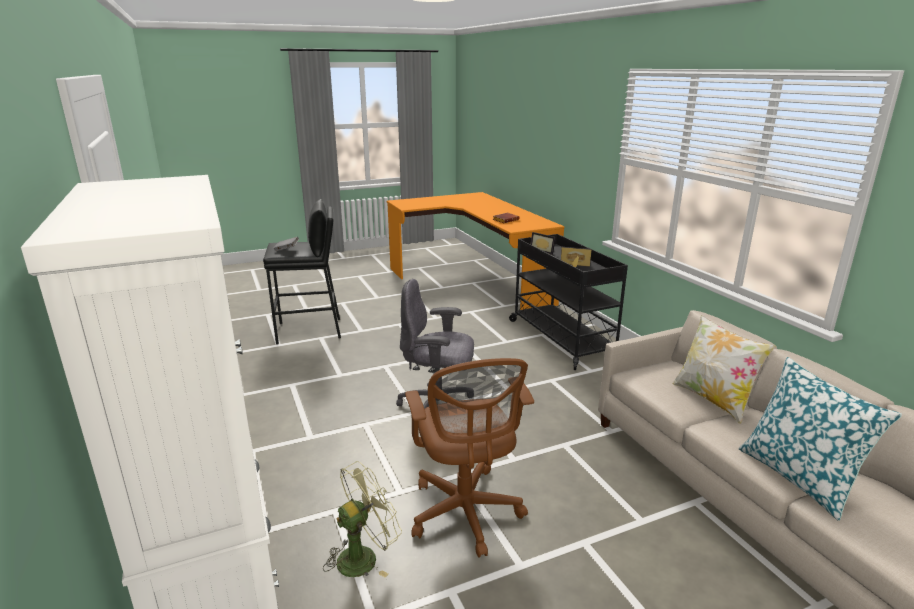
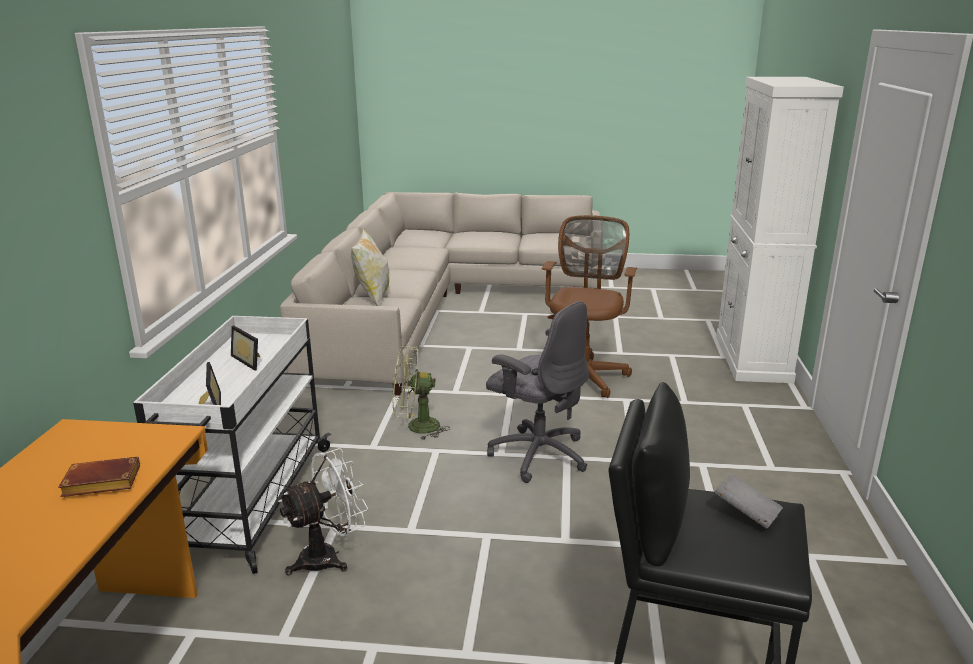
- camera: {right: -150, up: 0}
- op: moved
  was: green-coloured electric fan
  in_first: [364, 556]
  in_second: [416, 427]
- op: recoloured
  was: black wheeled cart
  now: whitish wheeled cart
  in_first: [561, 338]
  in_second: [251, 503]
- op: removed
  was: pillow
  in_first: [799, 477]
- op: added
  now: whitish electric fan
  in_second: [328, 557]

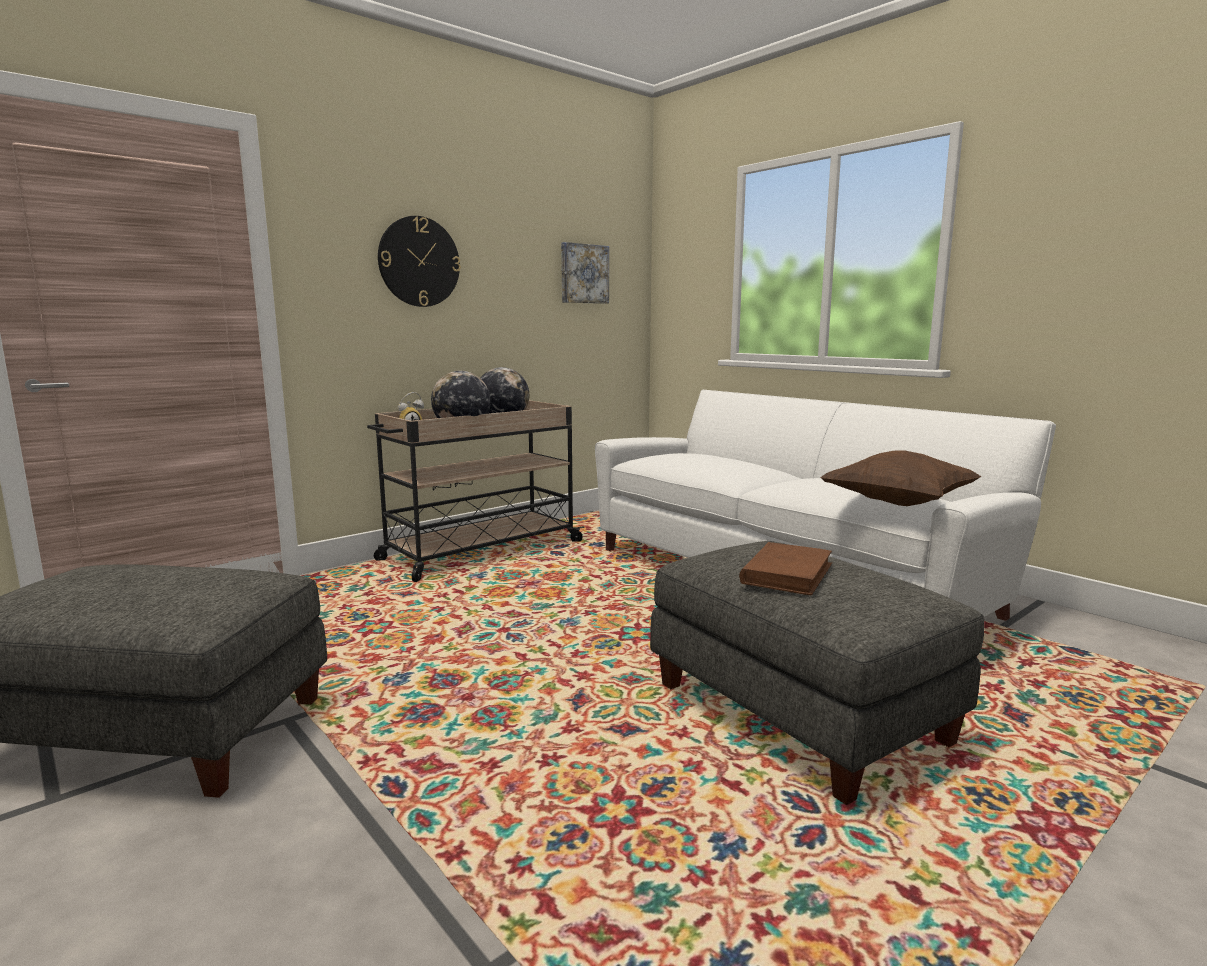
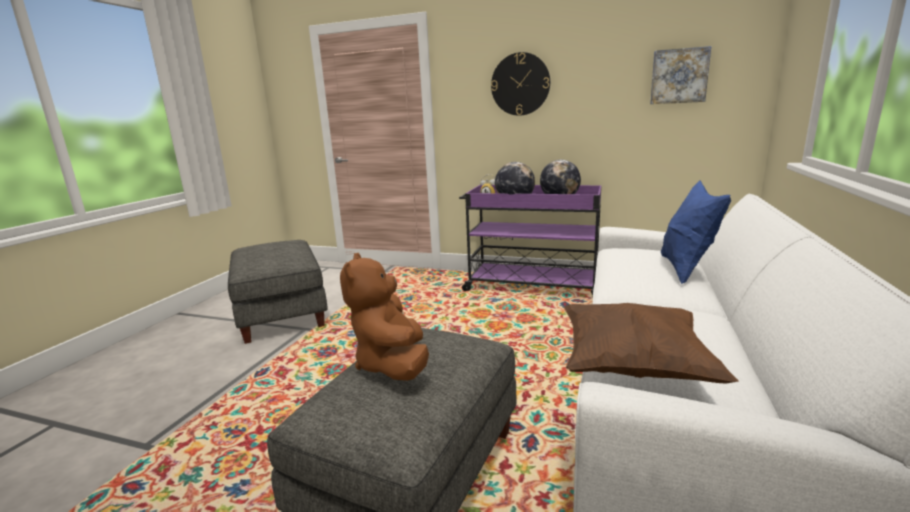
- camera: {right: 60, up: 5}
- op: recoloured
  was: beige-coloured wheeled cart
  now: purplish wheeled cart
  in_first: [480, 551]
  in_second: [531, 286]
- op: replaced
  was: brown-coloured volume
  now: brown-coloured soft toy
  in_first: [787, 573]
  in_second: [392, 364]
- op: added
  now: blue-coloured pillow
  in_second: [686, 269]

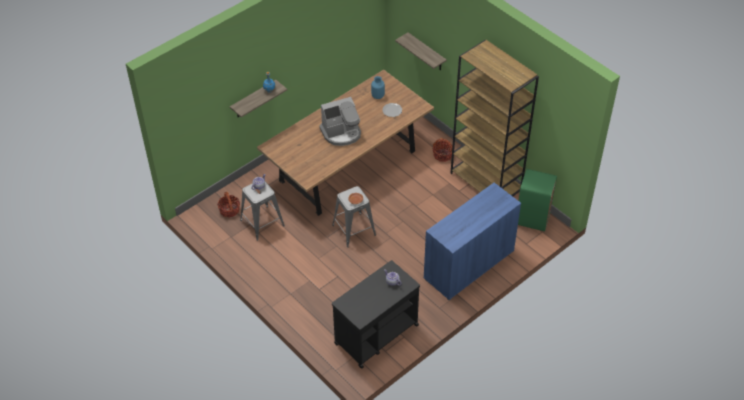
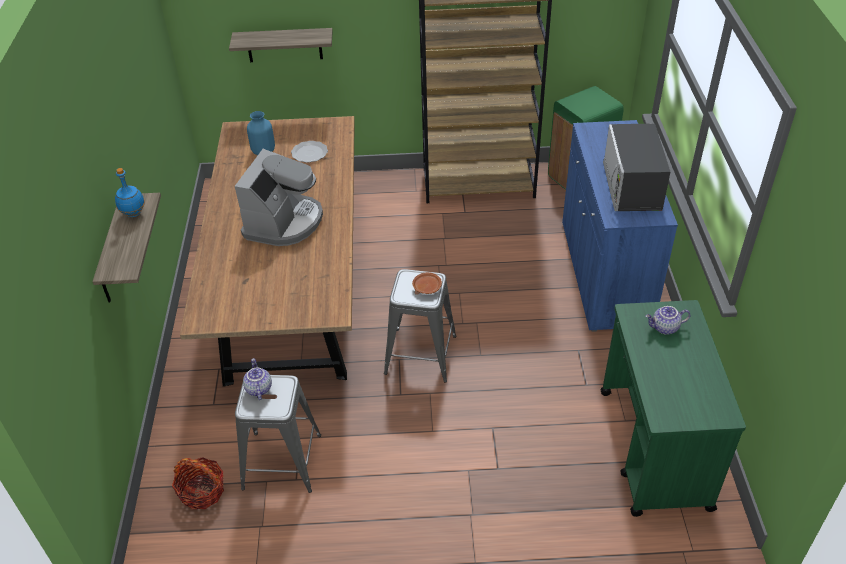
- camera: {right: -50, up: -5}
- op: recoloured
  was: black wheeled cart
  now: green-coloured wheeled cart
  in_first: [376, 334]
  in_second: [654, 449]
- op: removed
  was: storage basket
  in_first: [442, 155]
- op: added
  now: microwave oven
  in_second: [631, 187]

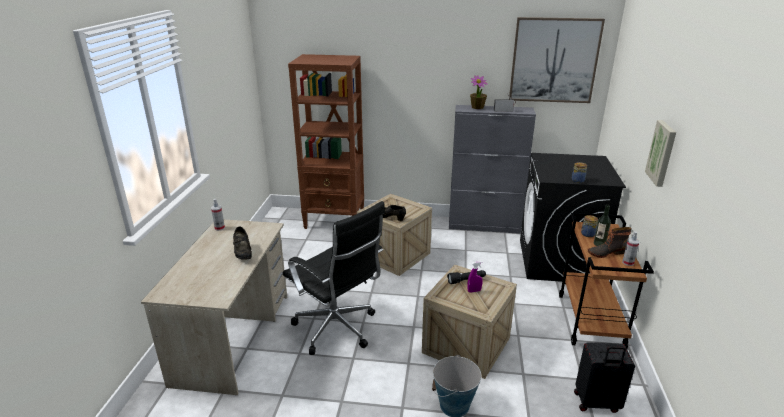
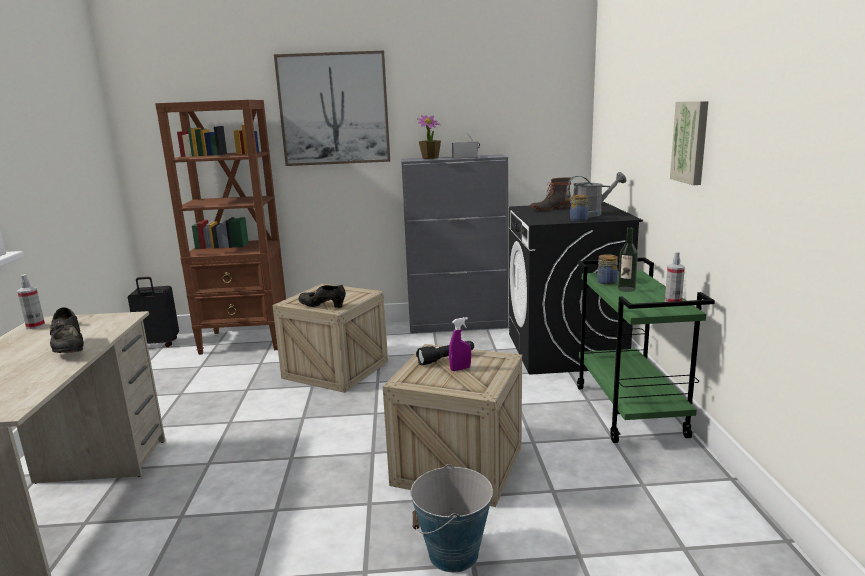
- camera: {right: -10, up: -10}
- op: removed
  was: black computer chair
  in_first: [338, 330]
- op: moved
  was: wall picture
  in_first: [554, 60]
  in_second: [334, 109]
- op: recoloured
  was: brown-coloured wheeled cart
  now: green-coloured wheeled cart
  in_first: [591, 321]
  in_second: [630, 411]
- op: moved
  was: black piece of luggage
  in_first: [596, 403]
  in_second: [158, 344]
- op: moved
  was: tall boot
  in_first: [606, 252]
  in_second: [549, 208]
- op: added
  now: gray sprinkling can
  in_second: [591, 214]

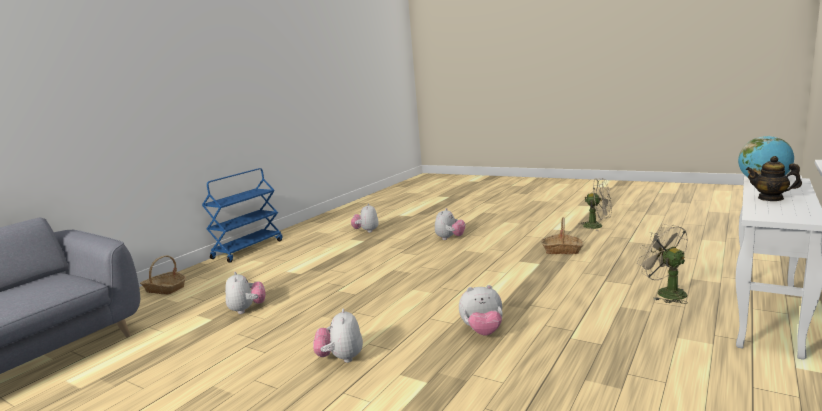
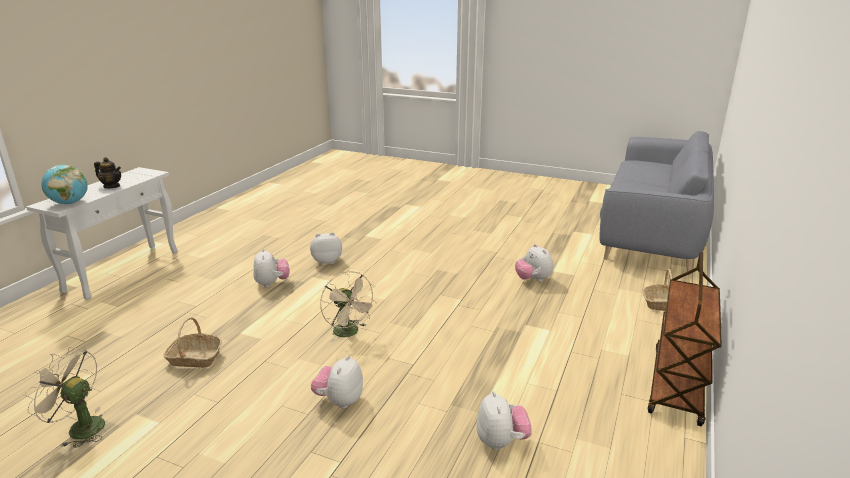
- camera: {right: 170, up: 10}
- op: recoloured
  was: blue-coloured wheeled cart
  now: brown-coloured wheeled cart
  in_first: [248, 249]
  in_second: [677, 386]
- op: moved
  was: soft toy
  in_first: [341, 358]
  in_second: [272, 283]
- op: moved
  was: beige-coloured electric fan
  in_first: [665, 292]
  in_second: [350, 333]

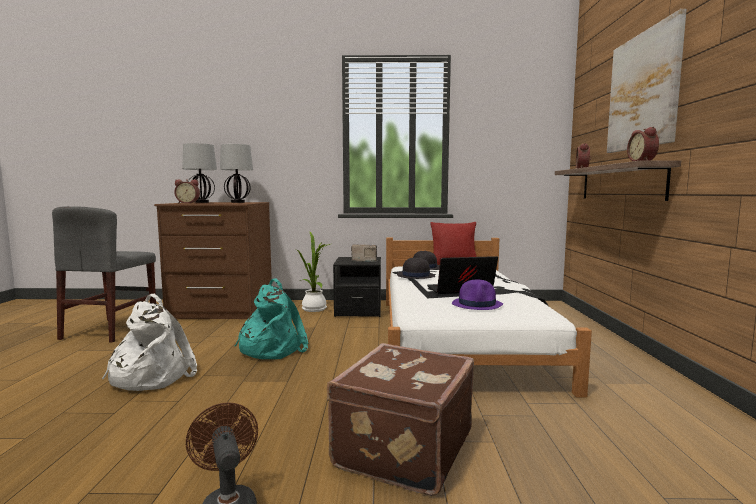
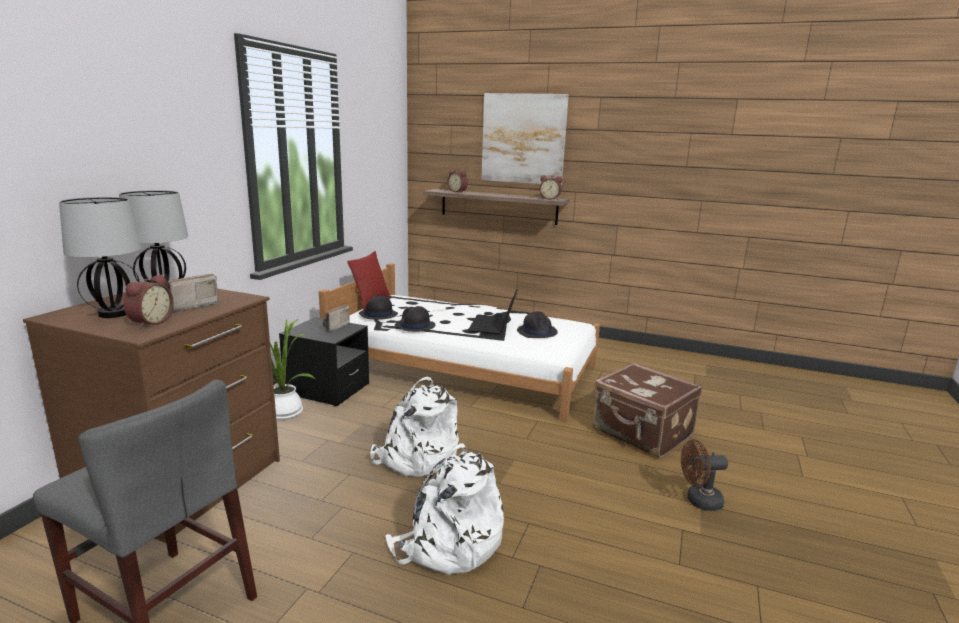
- camera: {right: -70, up: 10}
- op: recoloured
  was: blue-green backpack
  now: whitish backpack
  in_first: [271, 349]
  in_second: [416, 458]
- op: recoloured
  was: purplish clothing hat
  now: black clothing hat
  in_first: [477, 304]
  in_second: [537, 332]
- op: added
  now: radio receiver
  in_second: [190, 306]

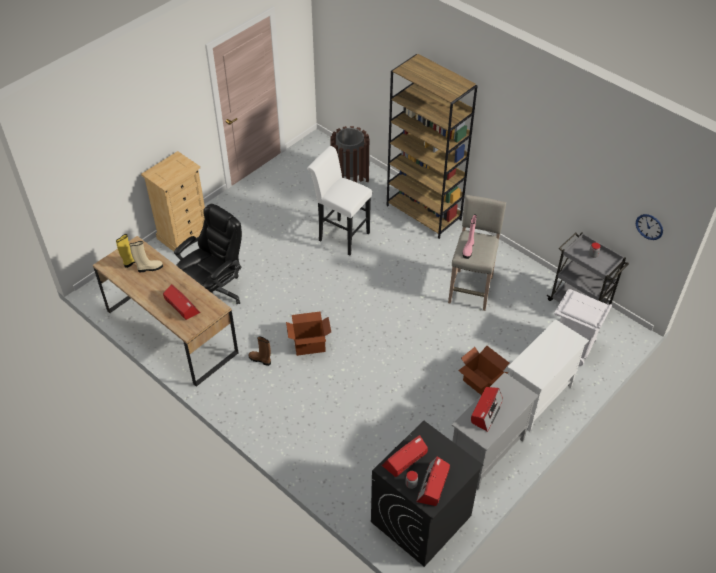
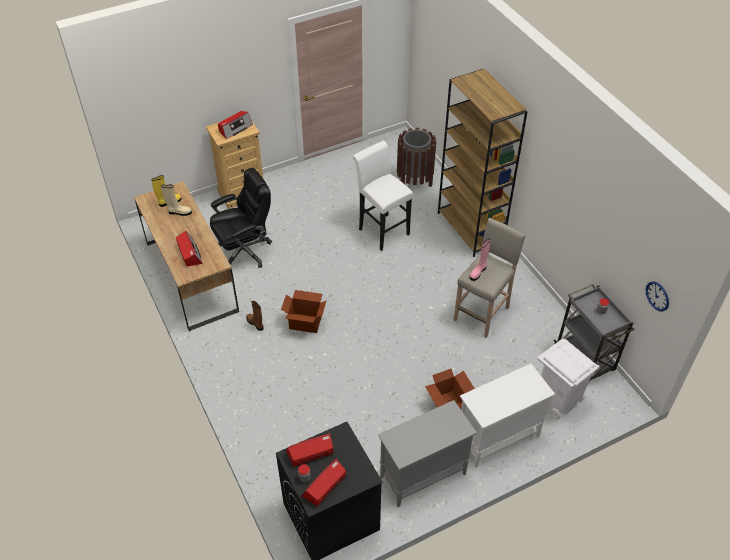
- camera: {right: 20, up: 0}
- op: moved
  was: radio receiver
  in_first: [486, 411]
  in_second: [235, 128]

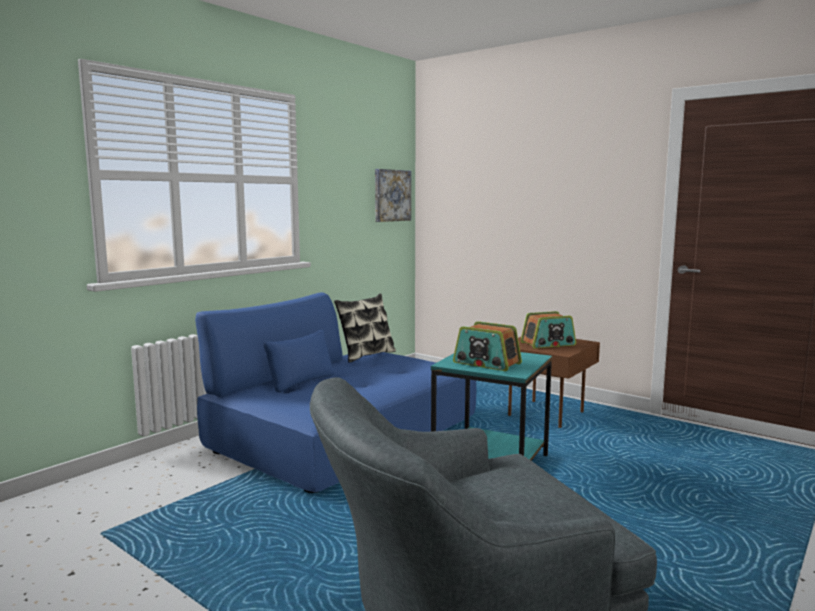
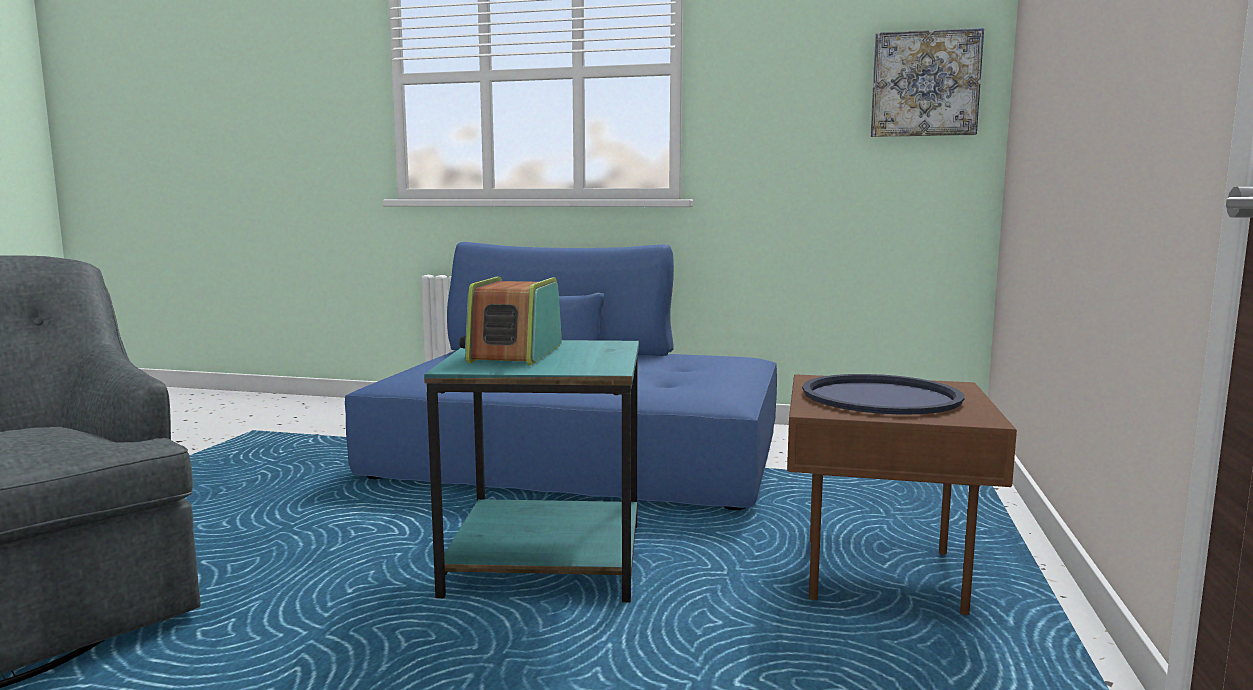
- camera: {right: 65, up: 0}
- op: removed
  was: pillow
  in_first: [366, 355]
- op: replaced
  was: radio receiver
  now: blue-coloured carrying tray
  in_first: [548, 344]
  in_second: [880, 397]

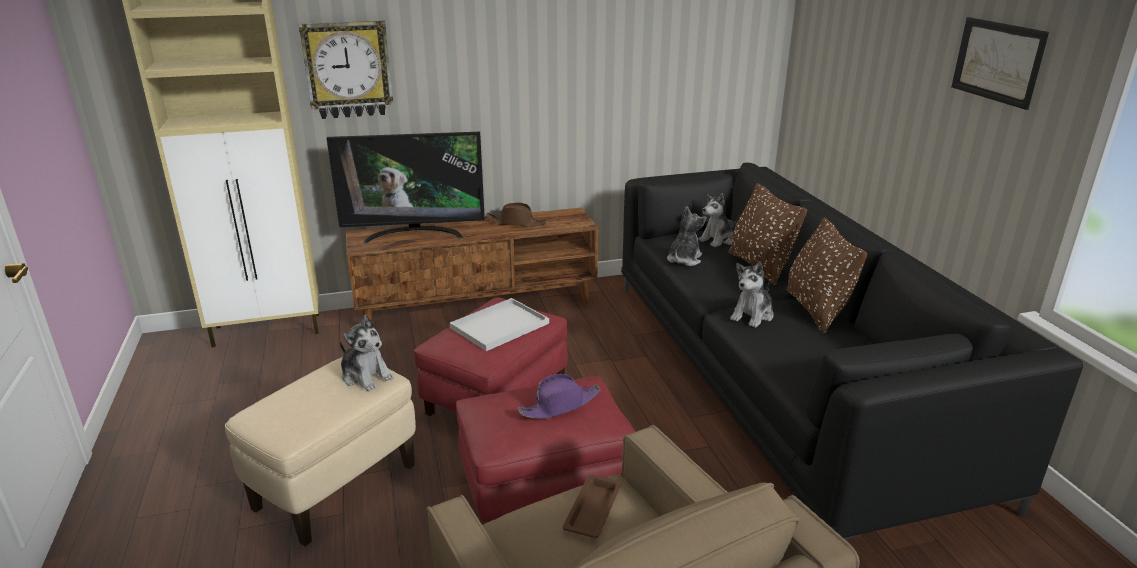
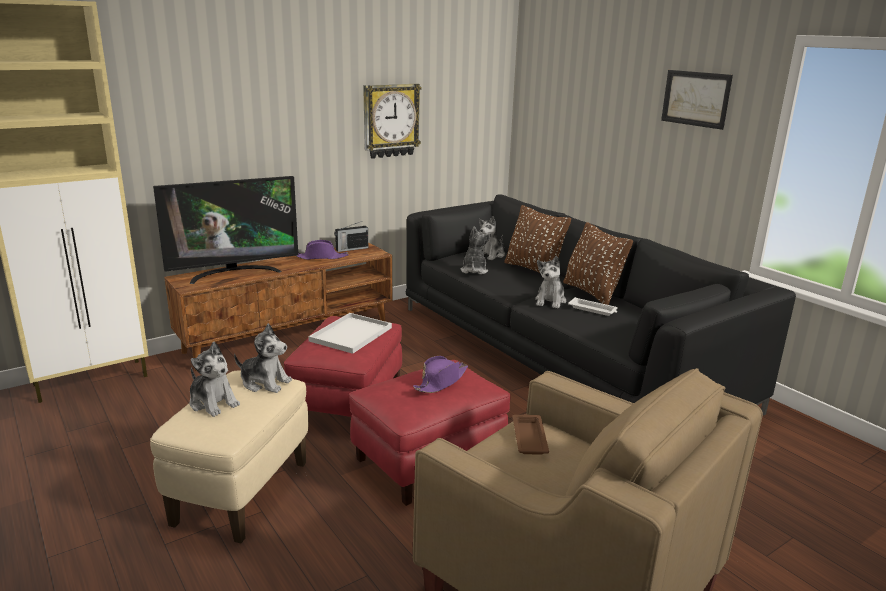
- camera: {right: -20, up: -5}
- op: moved
  was: wall clock
  in_first: [348, 69]
  in_second: [390, 120]
- op: recoloured
  was: brown-coloured clothing hat
  now: purplish clothing hat
  in_first: [516, 223]
  in_second: [320, 257]
- op: added
  now: soft toy
  in_second: [213, 402]
- op: added
  now: radio receiver
  in_second: [351, 249]
- op: added
  now: whitish carrying tray
  in_second: [593, 309]

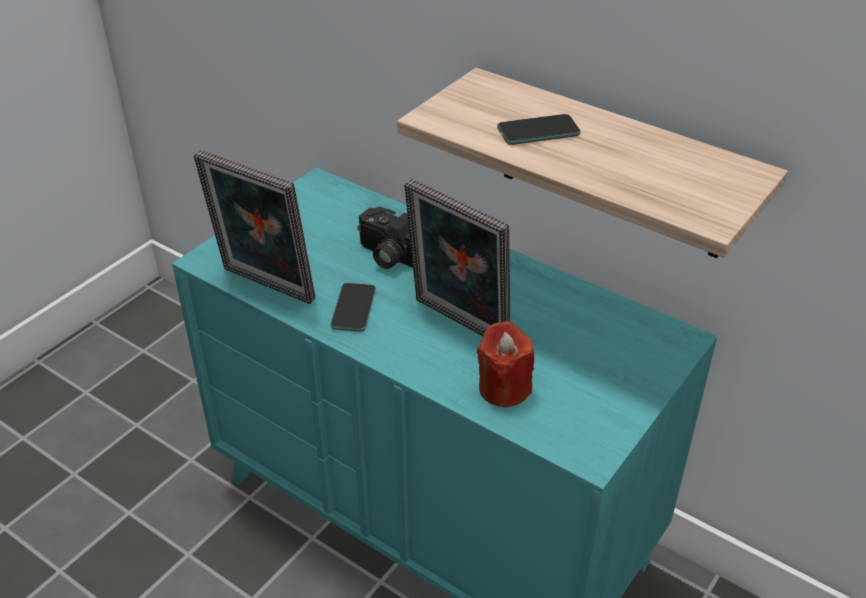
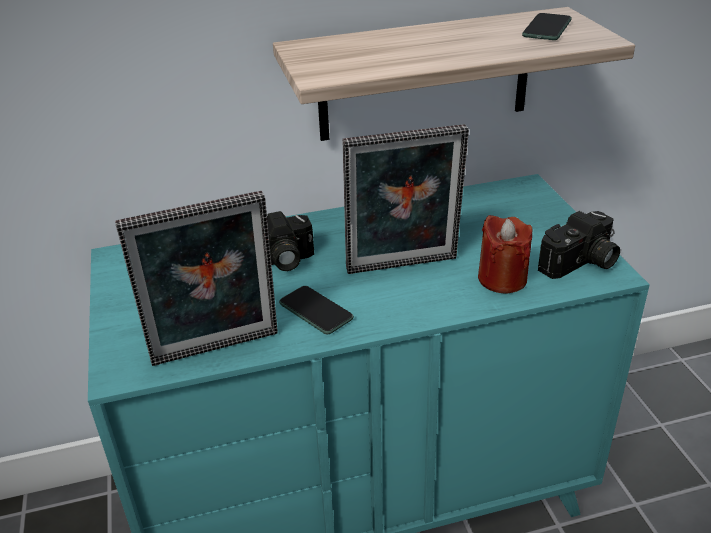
- camera: {right: -50, up: -5}
- op: moved
  was: handset
  in_first: [538, 131]
  in_second: [547, 28]
- op: added
  now: photo camera
  in_second: [581, 264]

